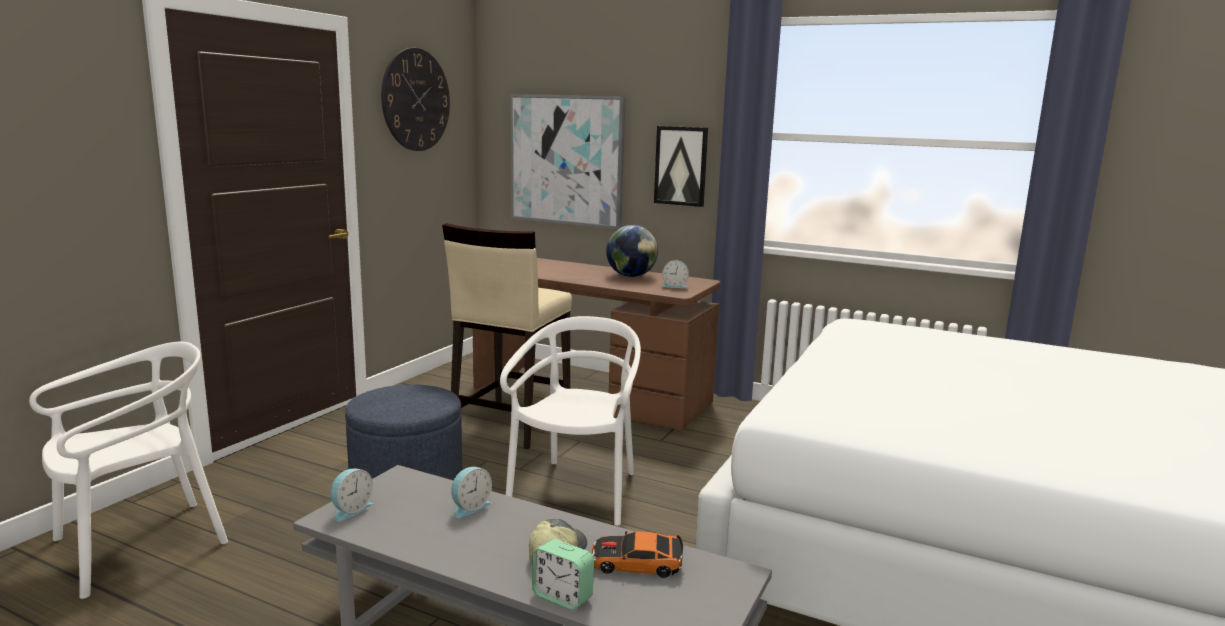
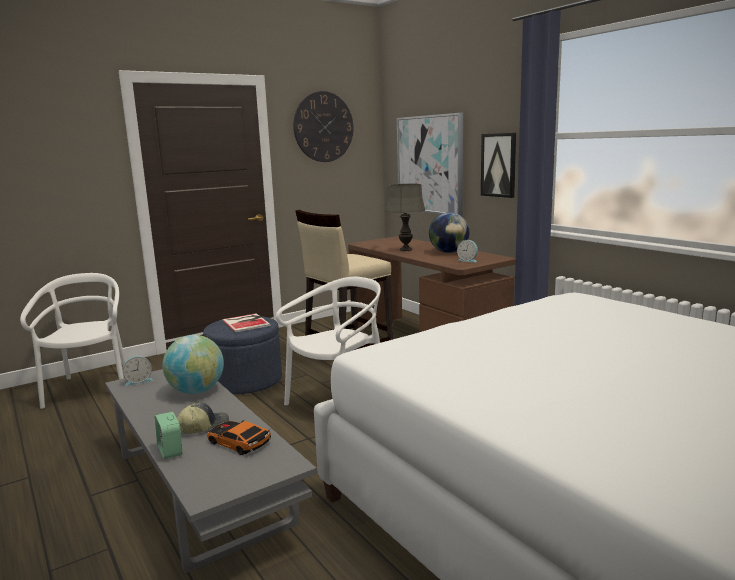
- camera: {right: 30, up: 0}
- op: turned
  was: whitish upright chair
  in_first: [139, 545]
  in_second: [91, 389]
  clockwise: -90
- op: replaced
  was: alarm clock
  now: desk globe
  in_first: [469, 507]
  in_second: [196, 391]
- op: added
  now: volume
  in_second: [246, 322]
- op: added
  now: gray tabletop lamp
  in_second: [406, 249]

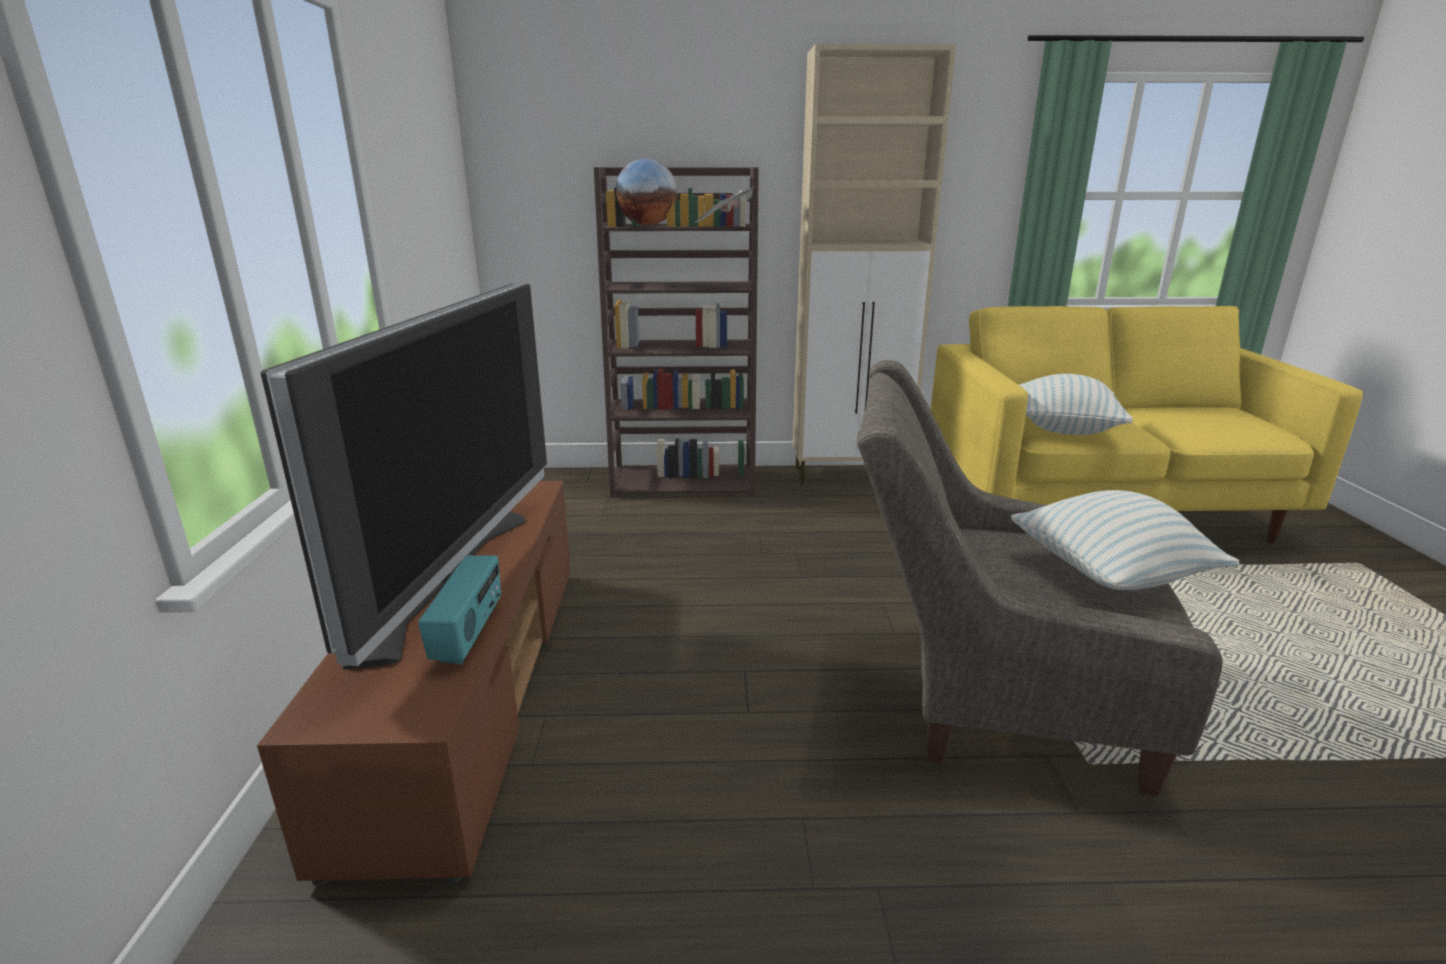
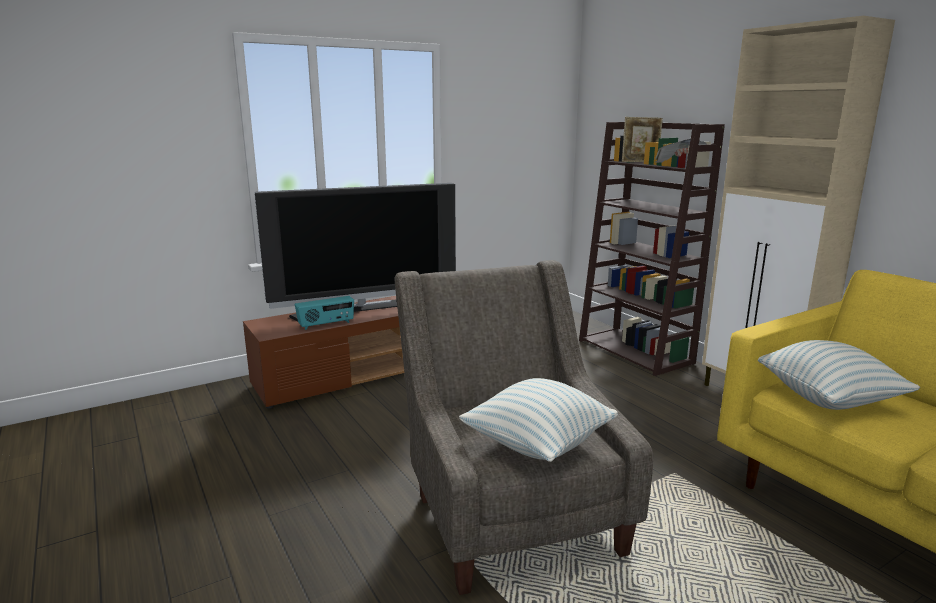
- camera: {right: 60, up: -5}
- op: replaced
  was: desk globe
  now: photo frame
  in_first: [647, 225]
  in_second: [640, 162]

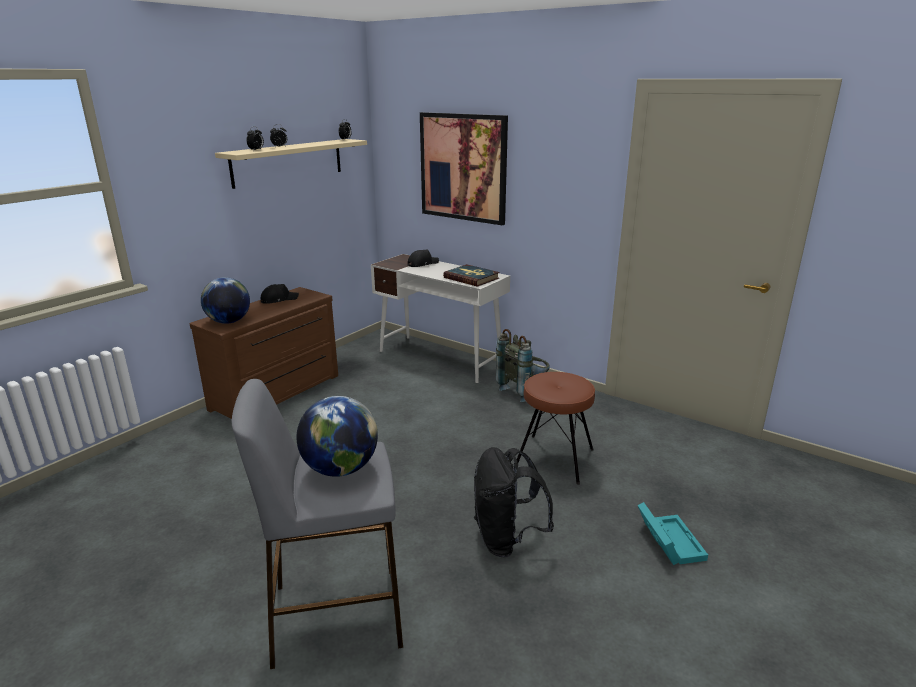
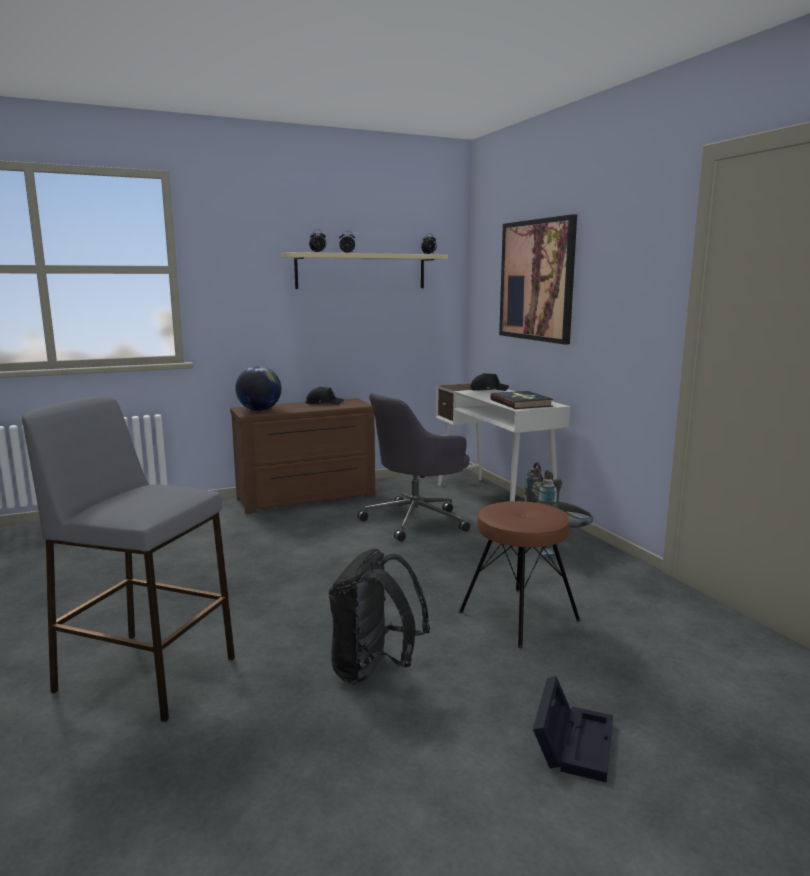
- camera: {right: 30, up: -10}
- op: removed
  was: desk globe
  in_first: [340, 469]
- op: recoloured
  was: blue-green storage box
  now: black storage box
  in_first: [668, 541]
  in_second: [573, 741]
- op: added
  now: gray computer chair
  in_second: [416, 520]

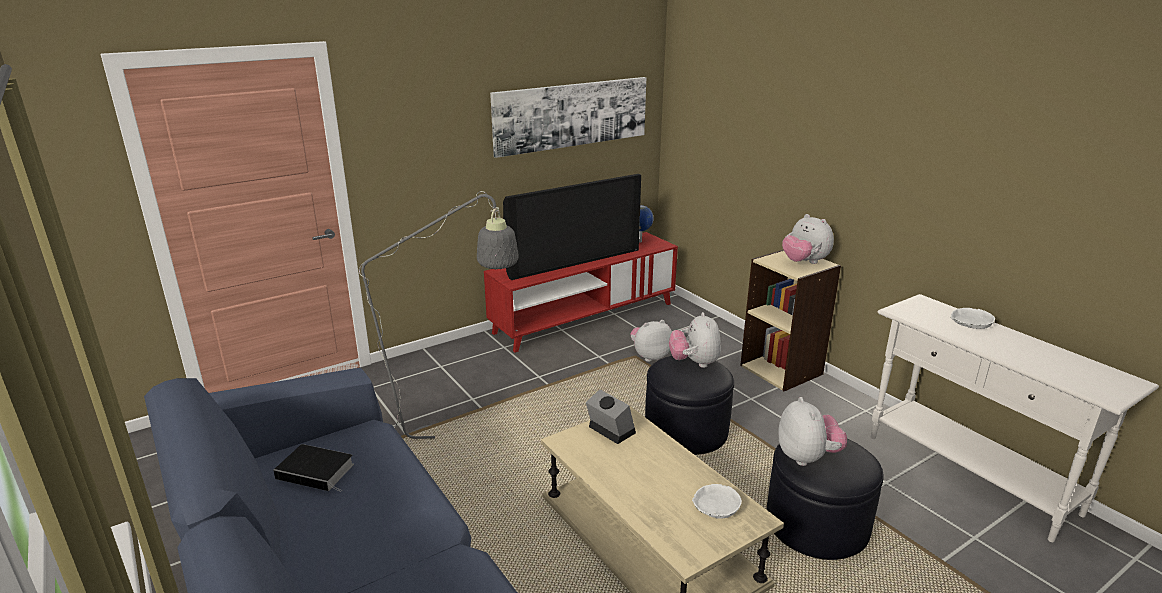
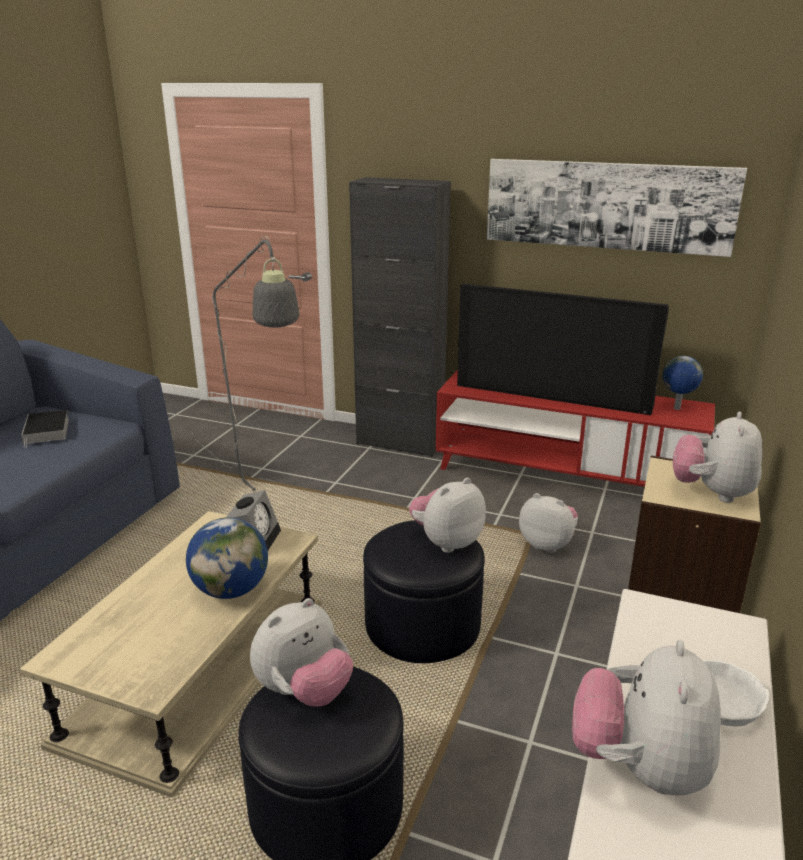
- camera: {right: 55, up: 0}
- op: removed
  was: whitish deep dish
  in_first: [715, 507]
- op: added
  now: desk globe
  in_second: [231, 590]
- op: added
  now: black storage cabinet
  in_second: [400, 443]
- op: added
  now: soft toy
  in_second: [640, 767]

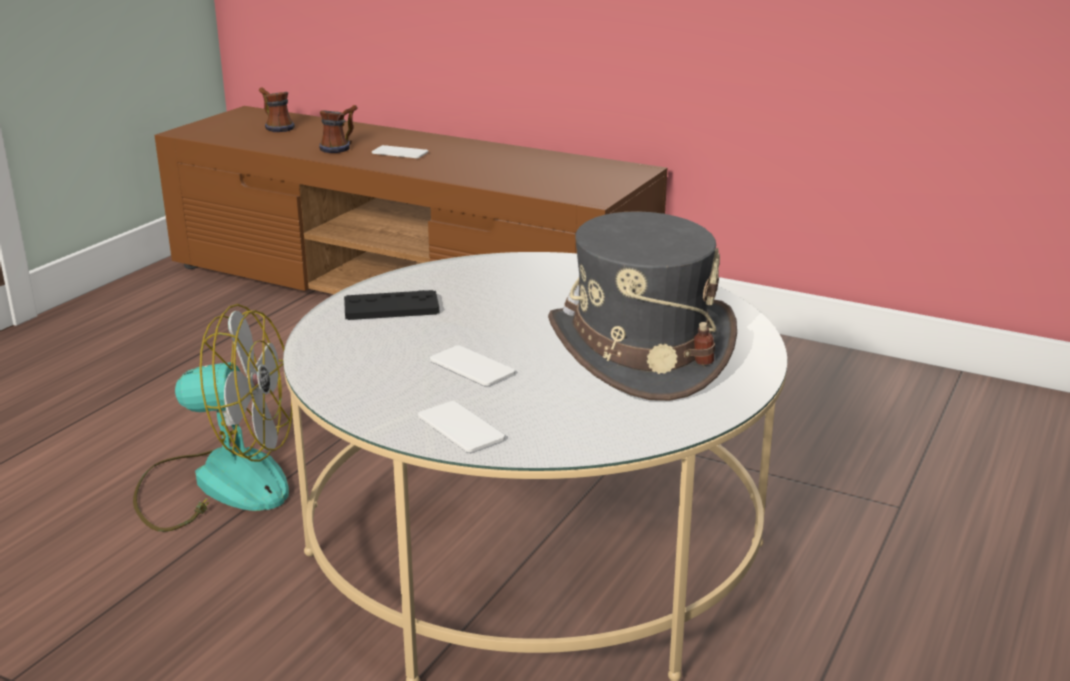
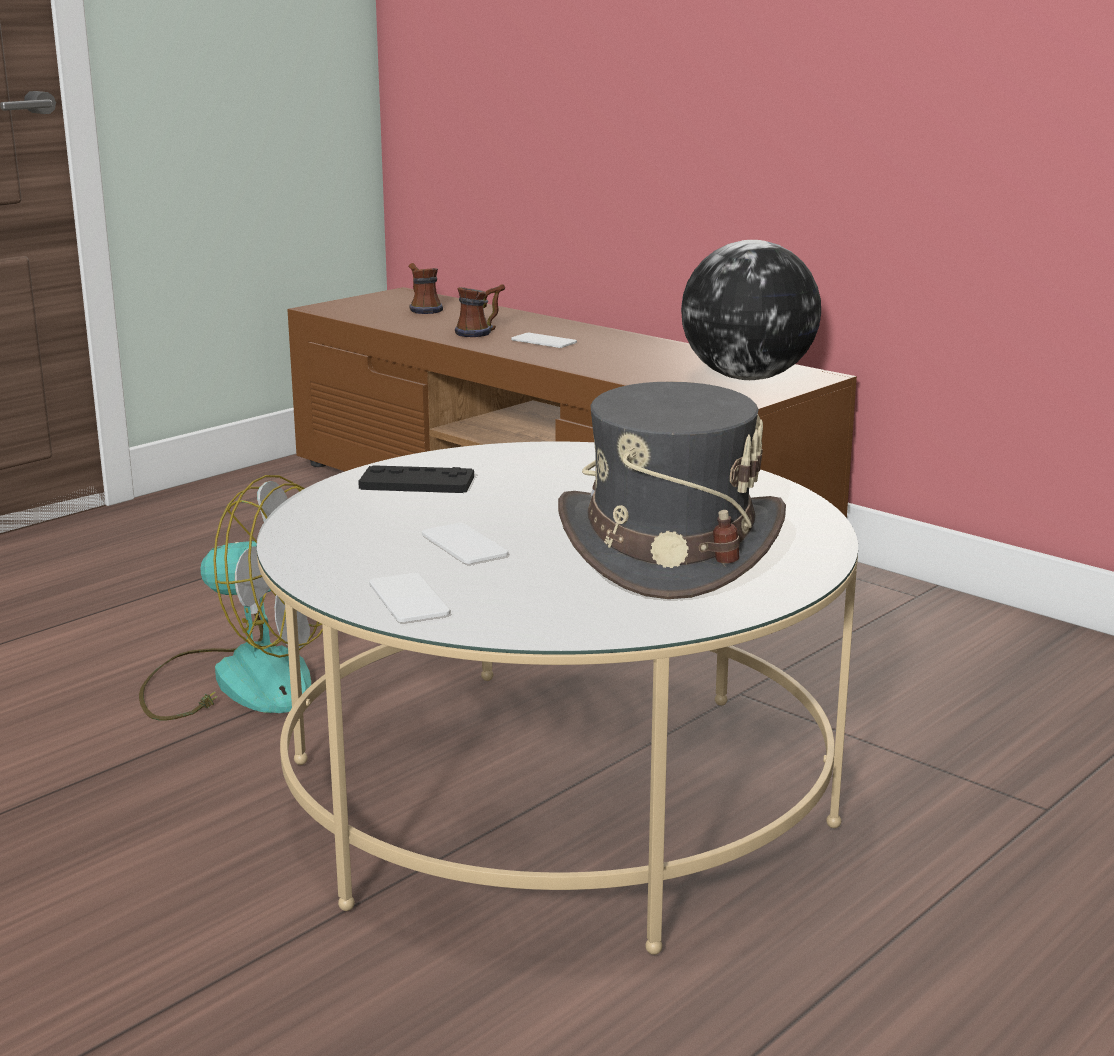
- camera: {right: 15, up: -5}
- op: added
  now: desk globe
  in_second: [747, 378]

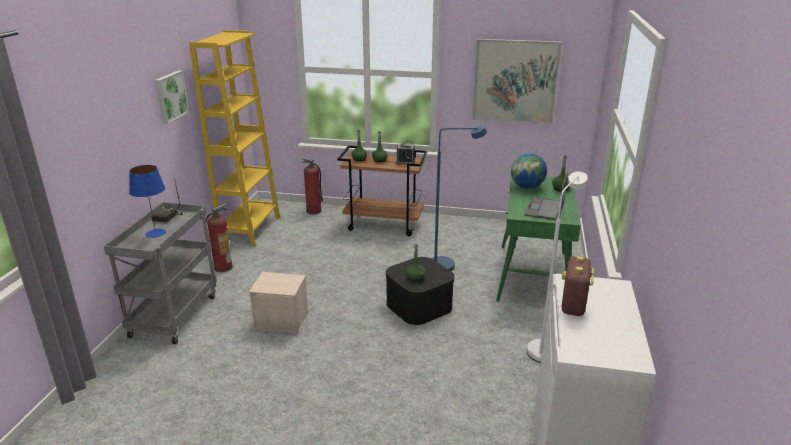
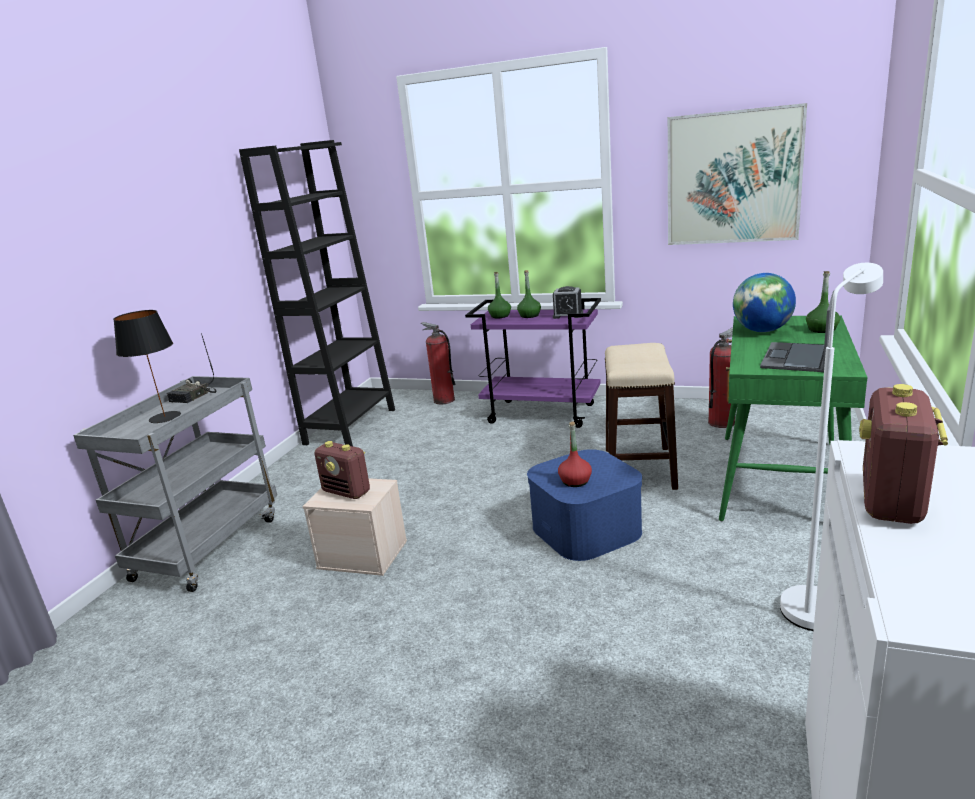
- camera: {right: 10, up: -5}
- op: recoloured
  was: blue-coloured tabletop lamp
  now: black tabletop lamp
  in_first: [156, 233]
  in_second: [165, 417]
- op: removed
  was: wall picture
  in_first: [170, 96]
- op: recoloured
  was: yellow-coloured bookshelf
  now: black bookshelf
  in_first: [250, 229]
  in_second: [350, 426]
- op: moved
  was: extinguisher
  in_first: [223, 267]
  in_second: [721, 422]
- op: recoloured
  was: brown-coloured wheeled cart
  now: purplish wheeled cart
  in_first: [384, 224]
  in_second: [542, 413]
- op: recoloured
  was: black storage box
  now: blue-coloured storage box
  in_first: [419, 305]
  in_second: [586, 529]
- op: recoloured
  was: green-coloured bottle
  now: red-coloured bottle
  in_first: [415, 278]
  in_second: [575, 481]
- op: replaced
  was: blue-coloured standard lamp
  now: stool seat
  in_first: [449, 266]
  in_second: [639, 468]
- op: added
  now: radio receiver
  in_second: [347, 492]

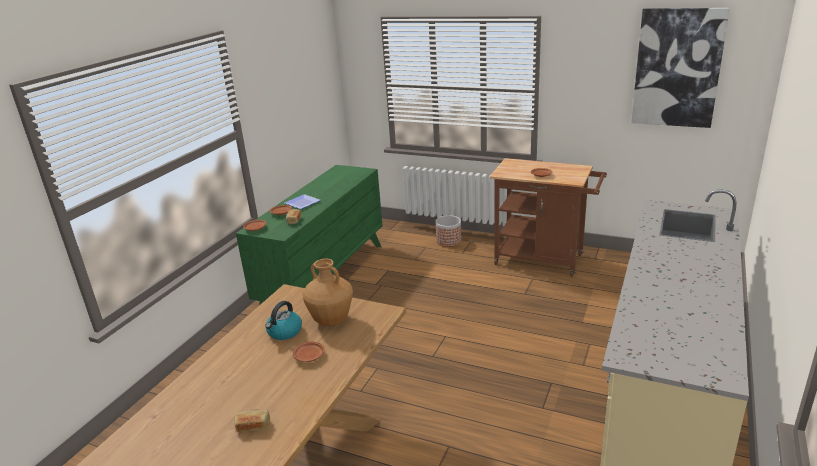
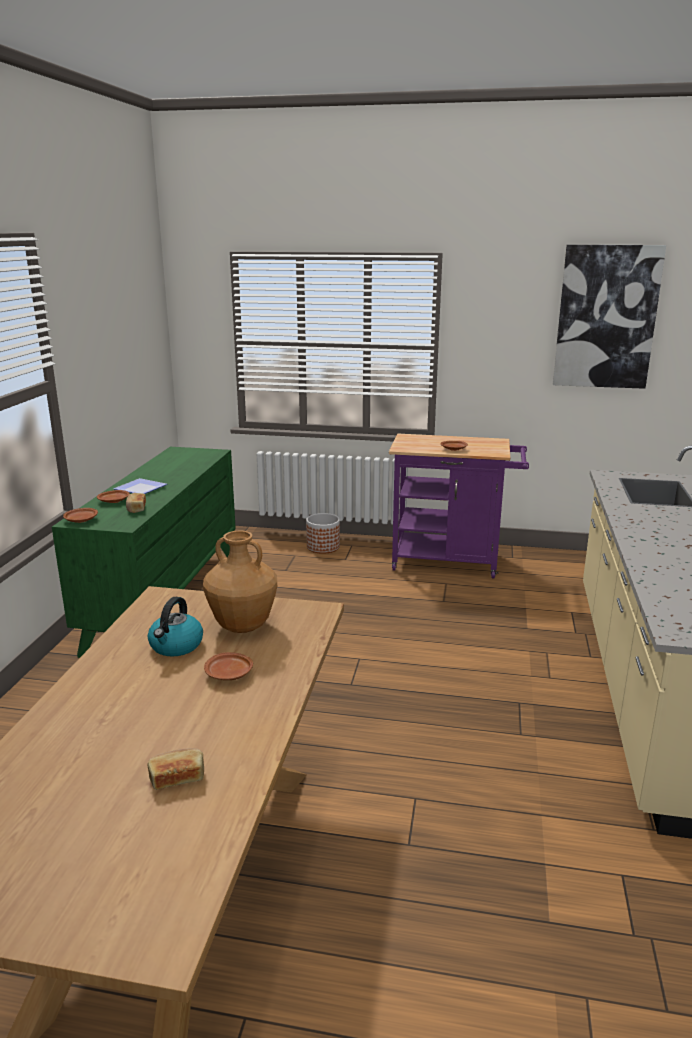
- camera: {right: -15, up: -5}
- op: recoloured
  was: brown-coloured wheeled cart
  now: purplish wheeled cart
  in_first: [544, 260]
  in_second: [452, 562]

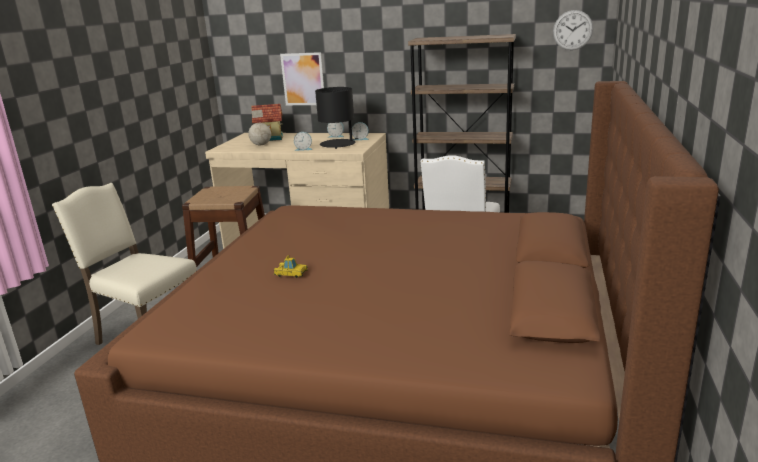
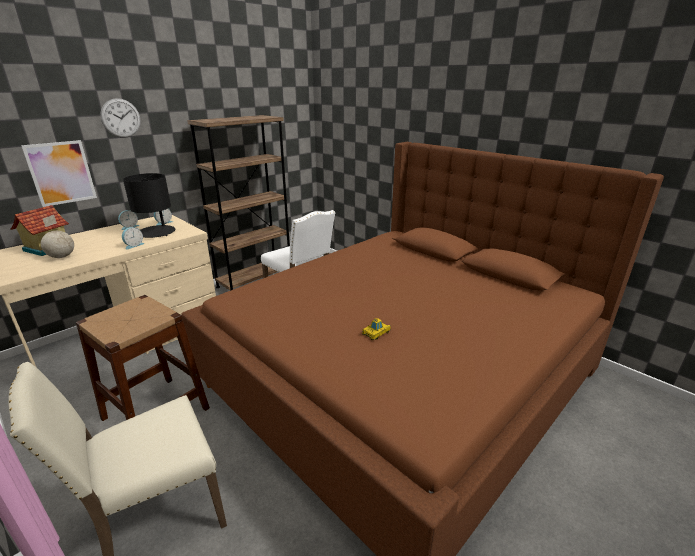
- camera: {right: -60, up: 5}
- op: moved
  was: wall clock
  in_first: [572, 30]
  in_second: [121, 118]

